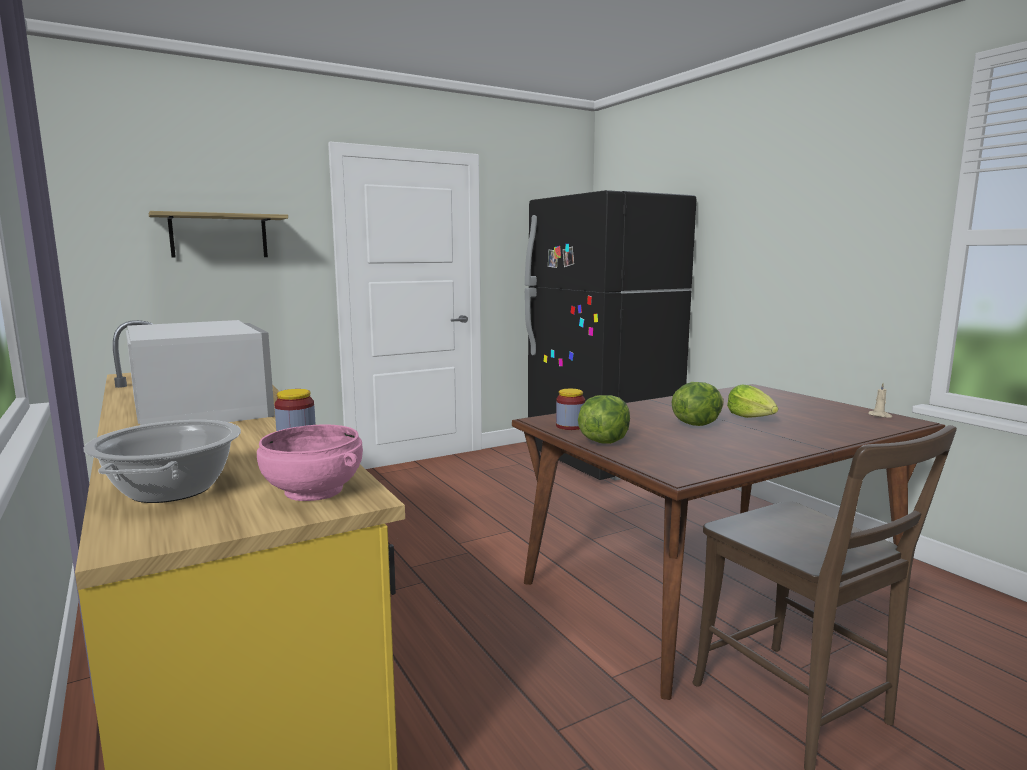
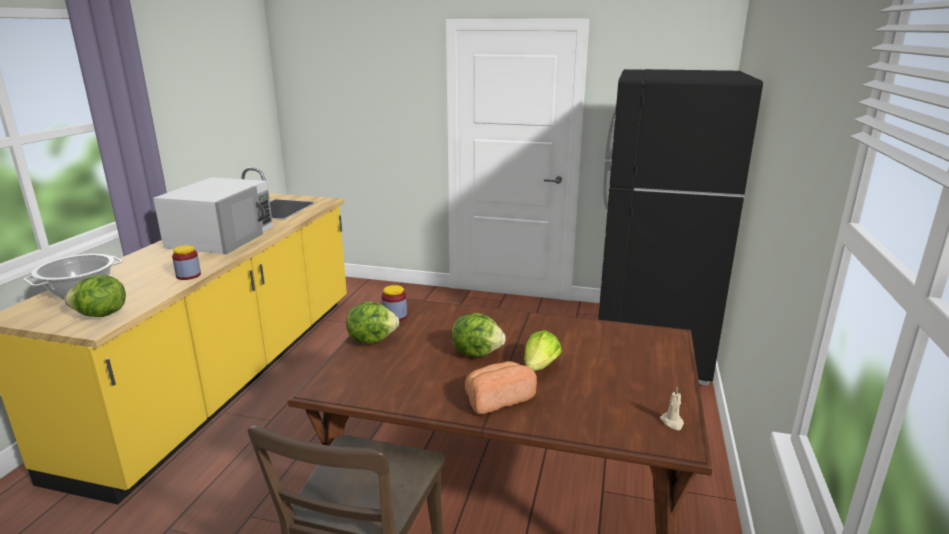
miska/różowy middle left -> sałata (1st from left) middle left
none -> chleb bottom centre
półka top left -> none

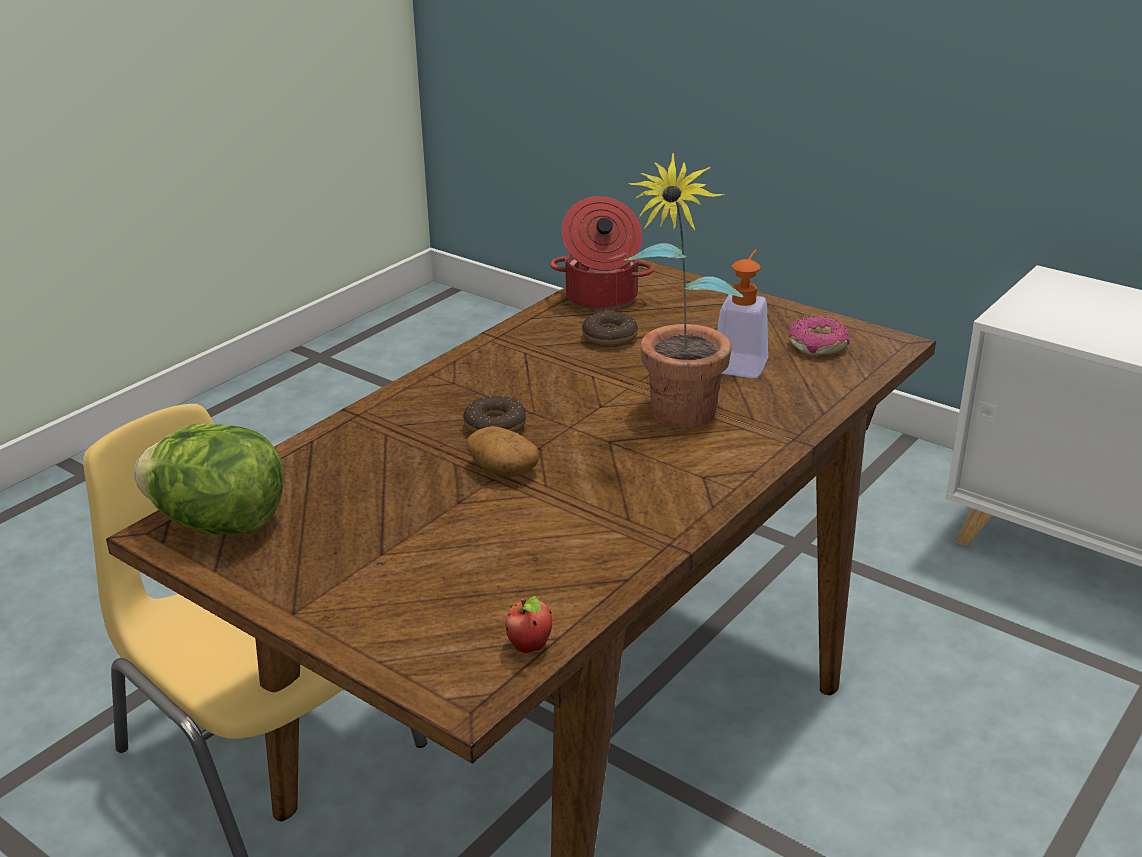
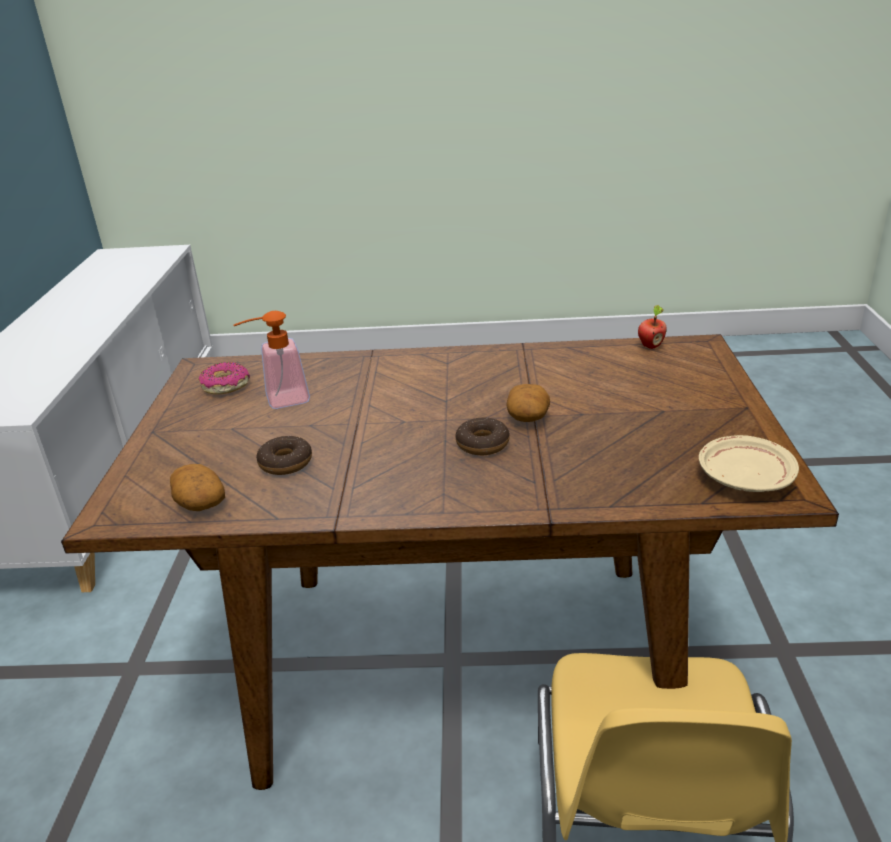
garnek top centre -> ziemniak (1st from left) middle left
sałata middle left -> talerz/beżowy middle right
roślina doniczkowa centre -> none

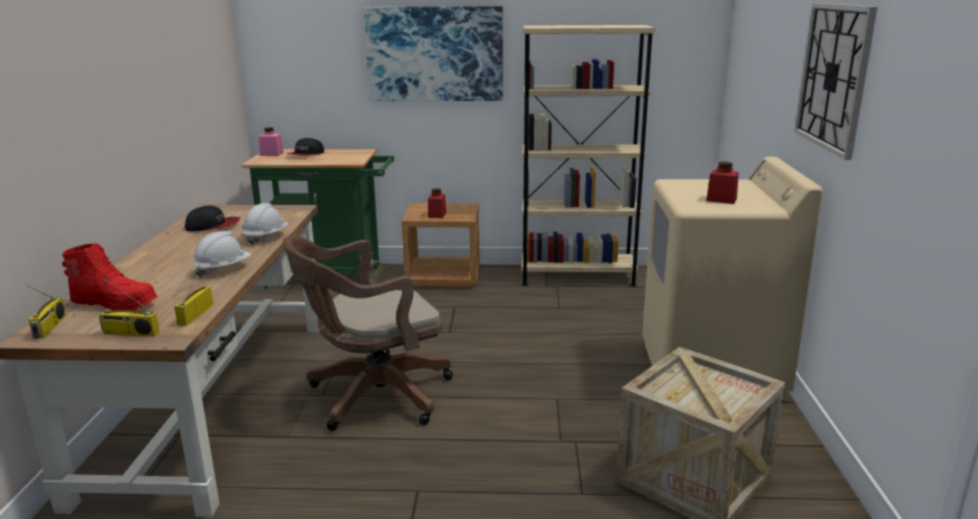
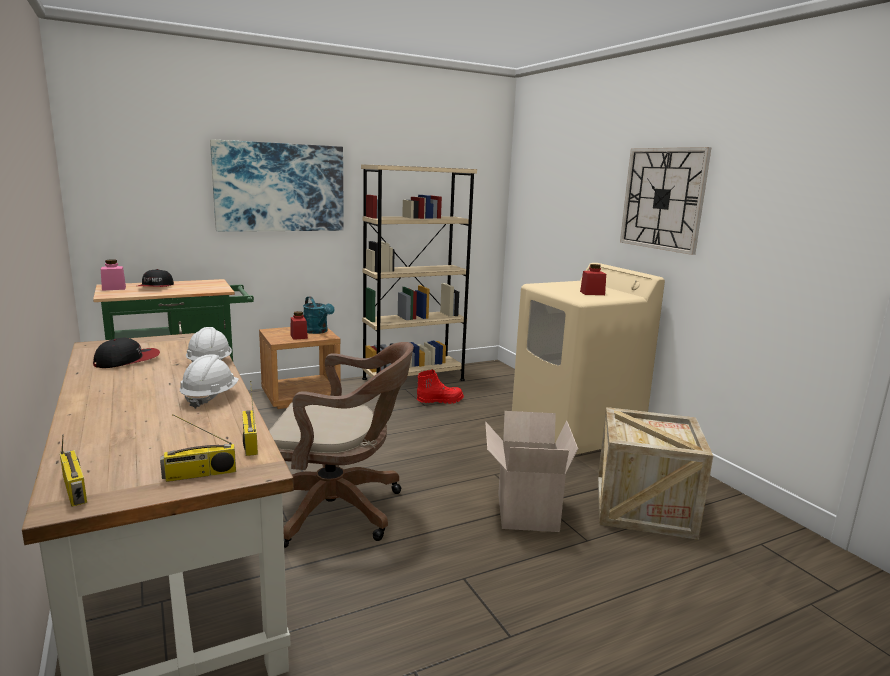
krzesło biurowe/brązowy centre, 120 degrees counterclockwise
none -> konewka/turkusowy centre
but z cholewką/czerwony middle left -> but z cholewką/czerwony centre, move
none -> karton bottom centre

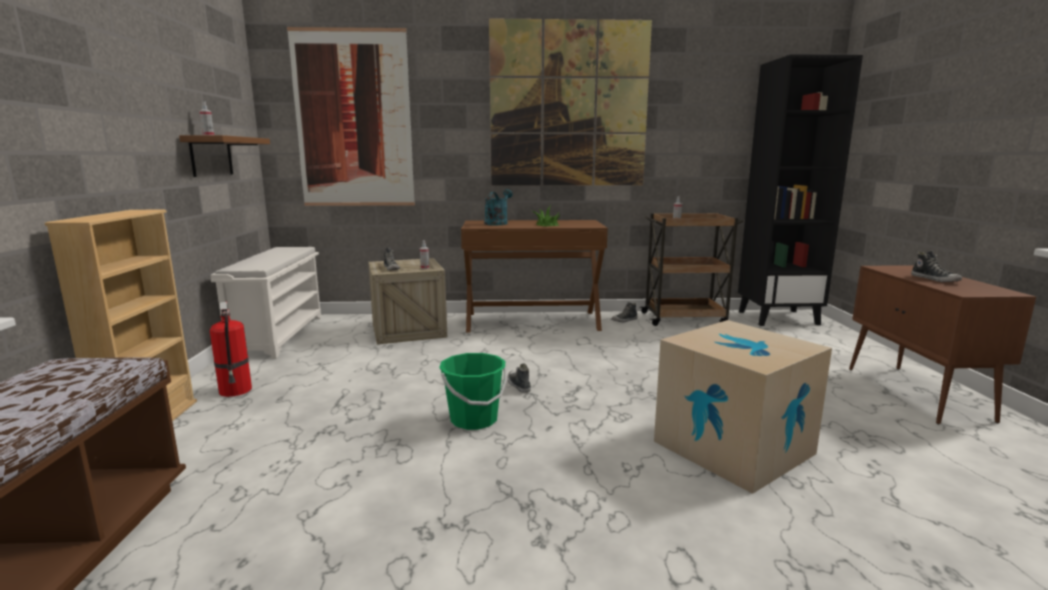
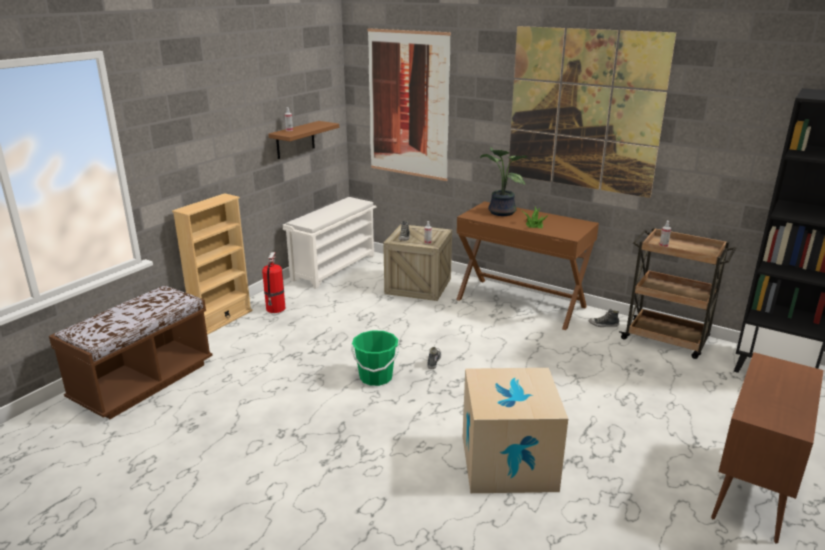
konewka/turkusowy centre -> roślina doniczkowa (1st from left) top centre
but (4th from left) middle right -> none

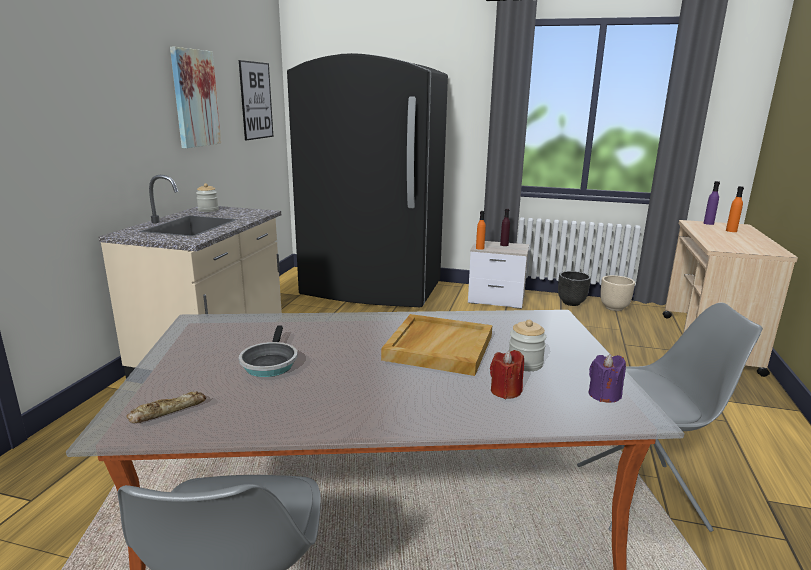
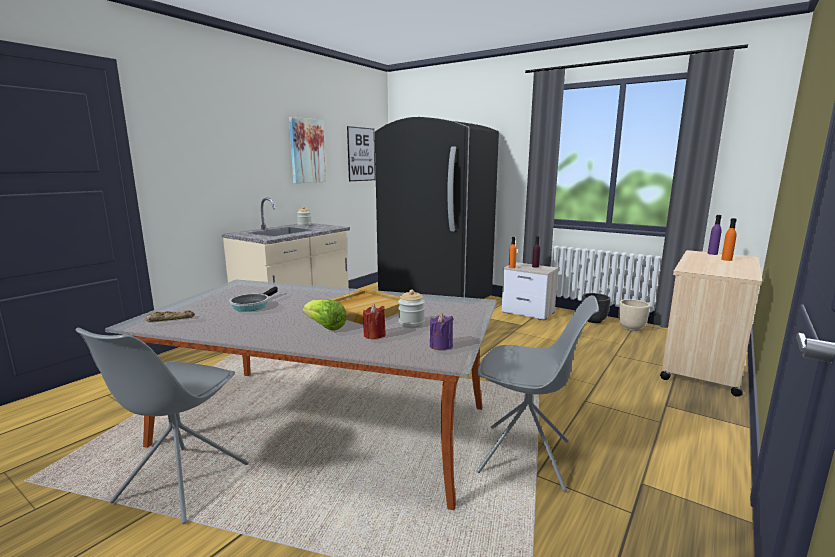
none -> sałata centre

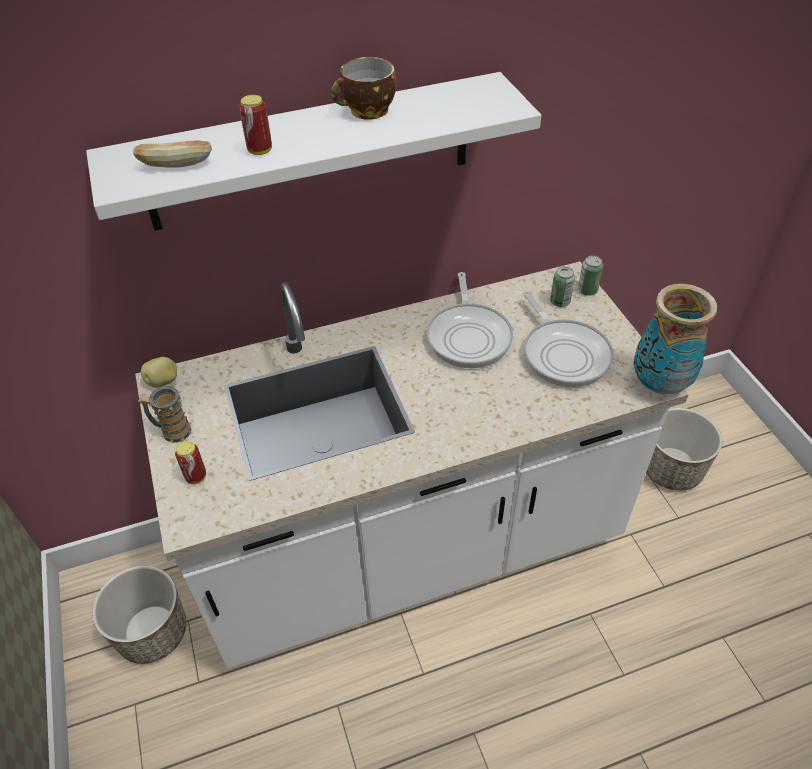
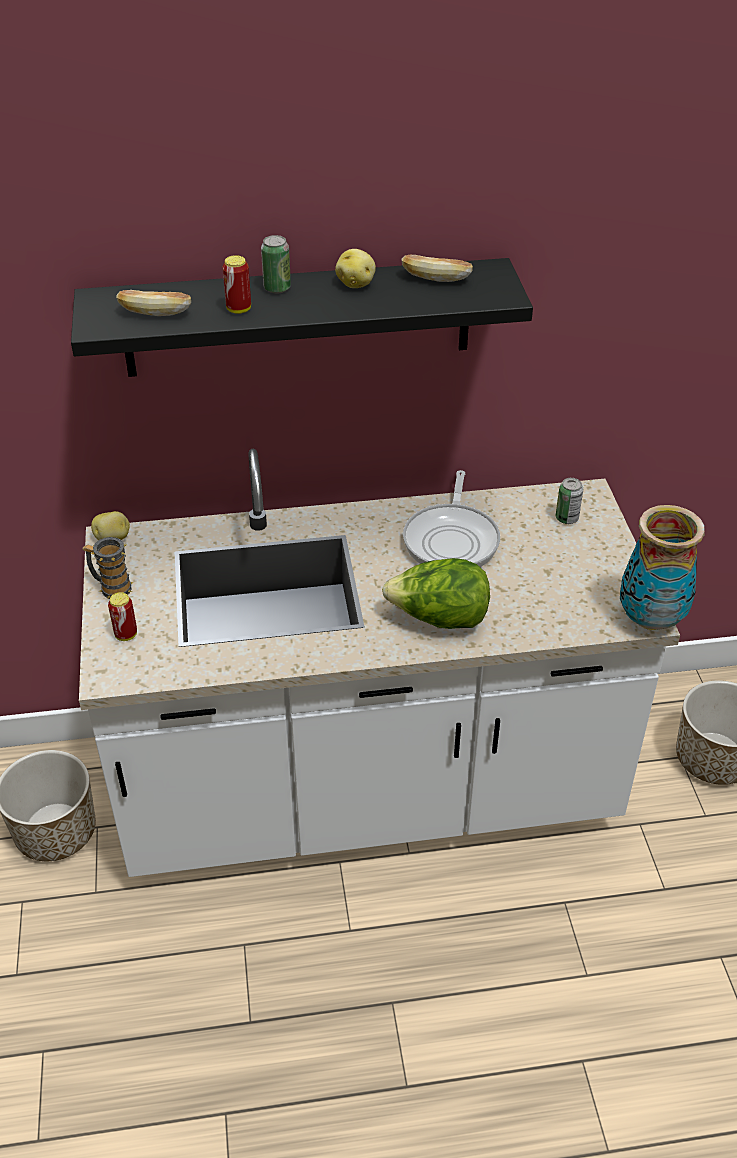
półka/biały top centre -> półka/czarny top centre
puszka (4th from left in the first image) middle right -> puszka (3rd from left) top centre, move
filiżanka top centre -> ziemniak (2nd from left) top centre
none -> sałata centre
none -> chleb (2nd from left) top centre
patelnia (2nd from left) middle right -> none

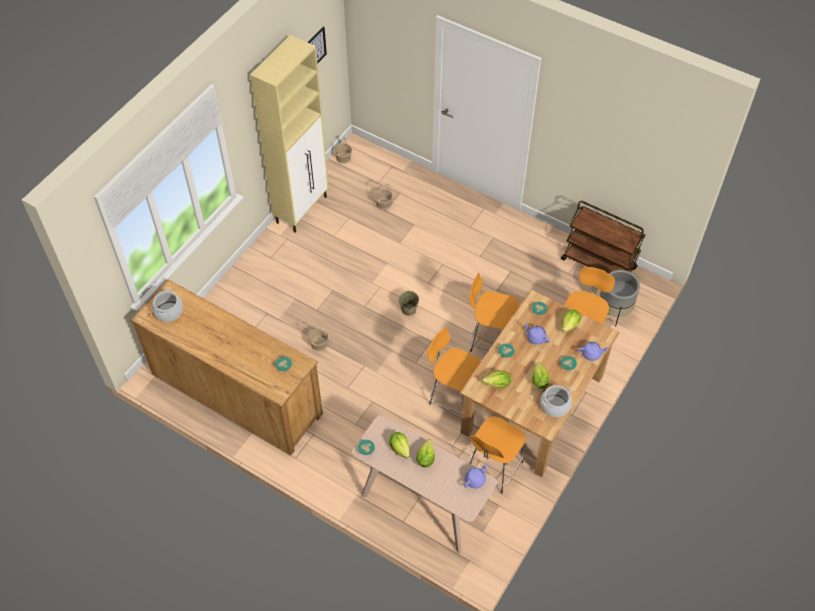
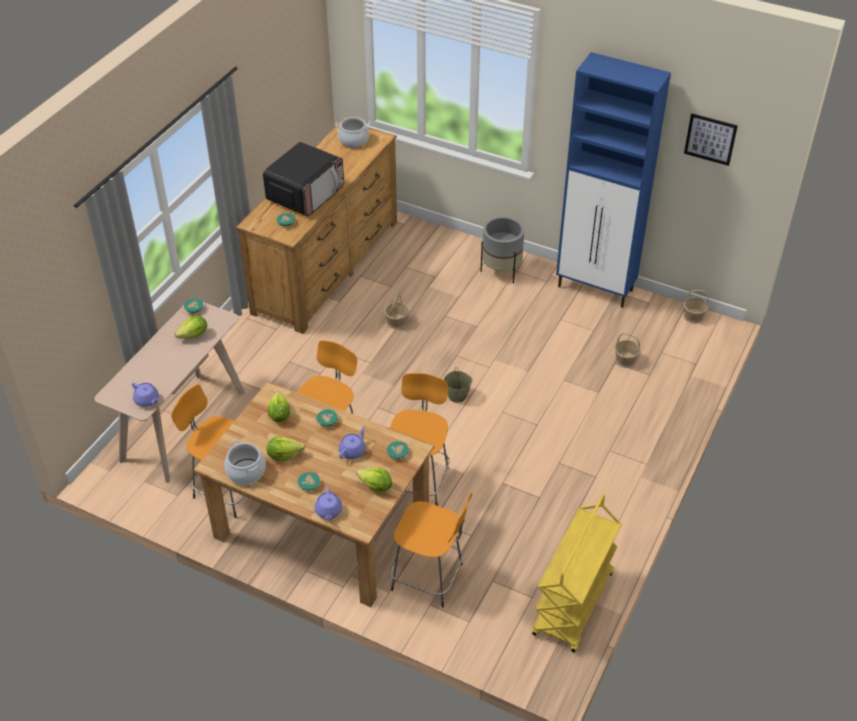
none -> mikrofalówka top centre
donica/szary middle right -> donica/szary centre, move
wózek/brązowy middle right -> wózek/żółty bottom right
szafka/beżowy top centre -> szafka/niebieski top right
sałata (2nd from left) bottom centre -> none

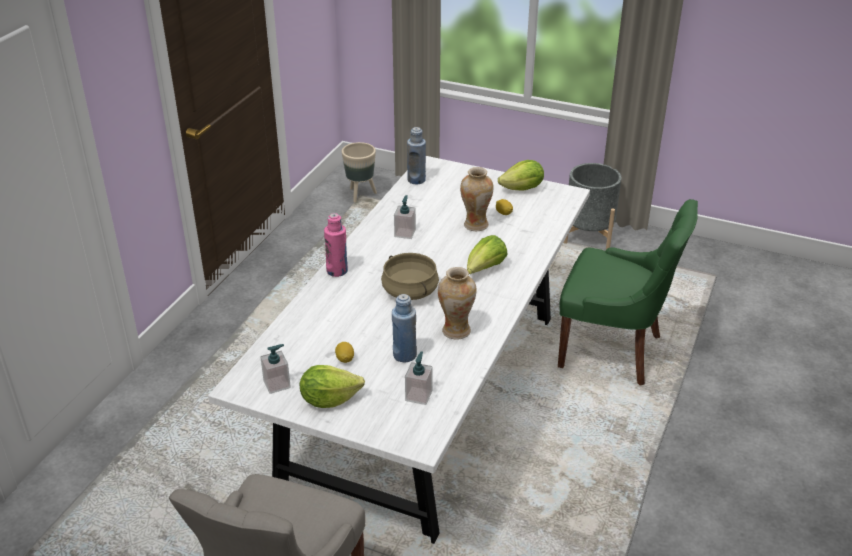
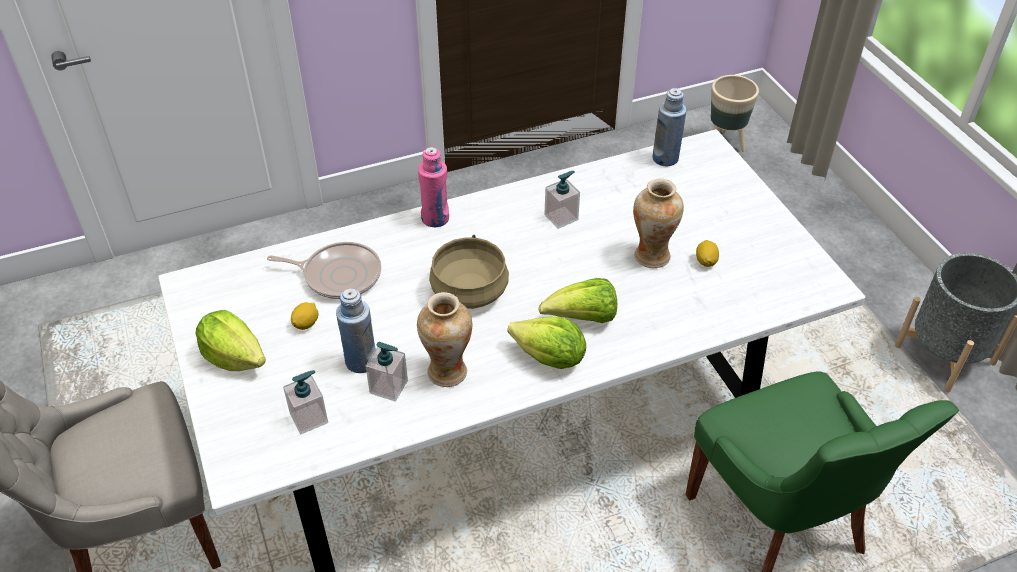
none -> patelnia middle left
dozownik mydła (1st from left in the first image) middle left -> dozownik mydła (2nd from left) centre, move
sałata (3rd from left in the first image) top centre -> sałata (2nd from left) centre, move

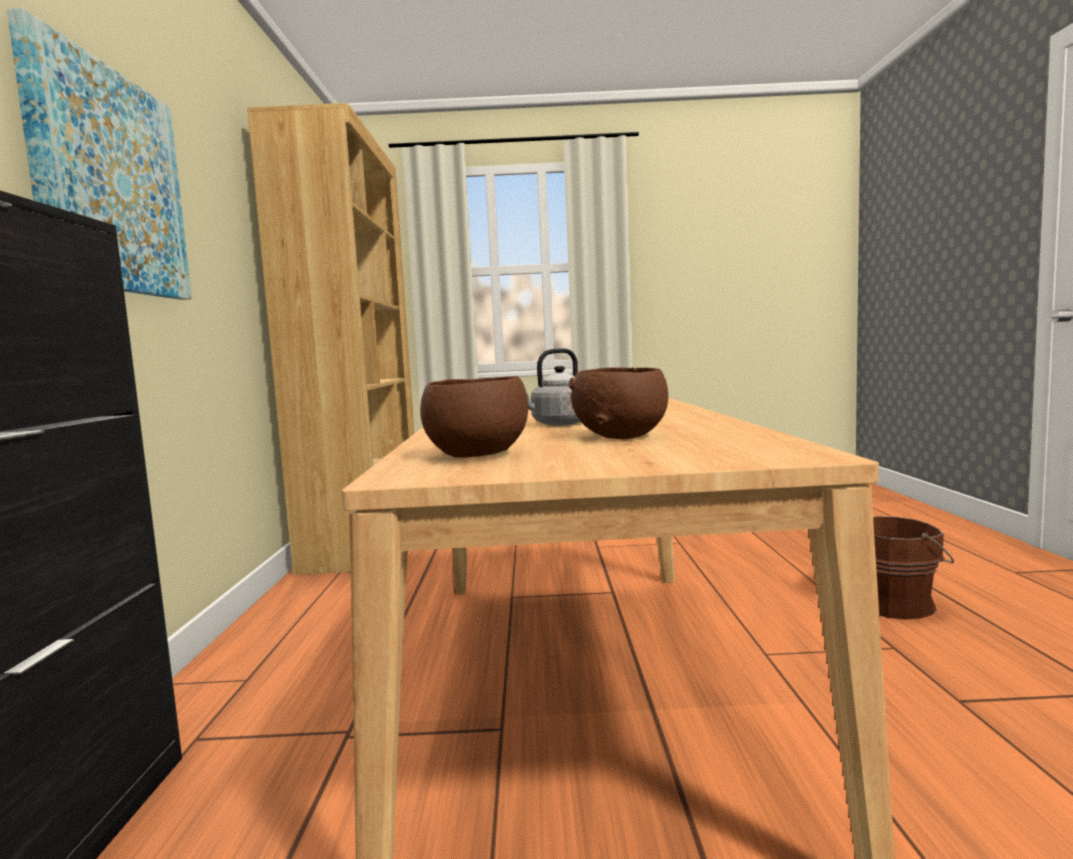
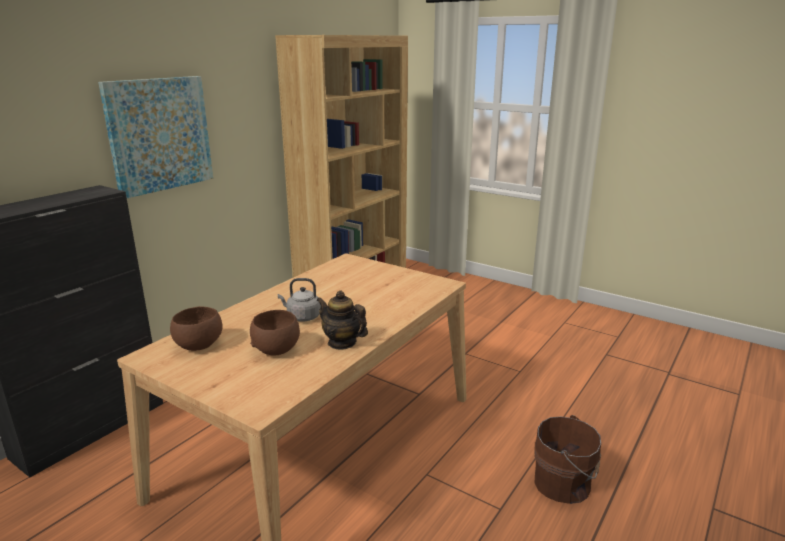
none -> imbryk centre

